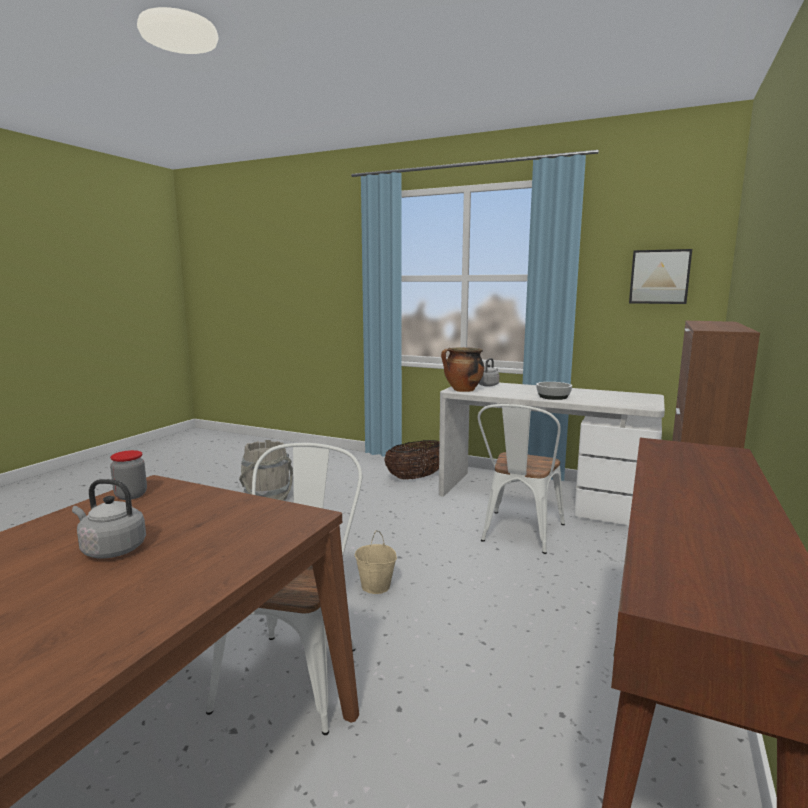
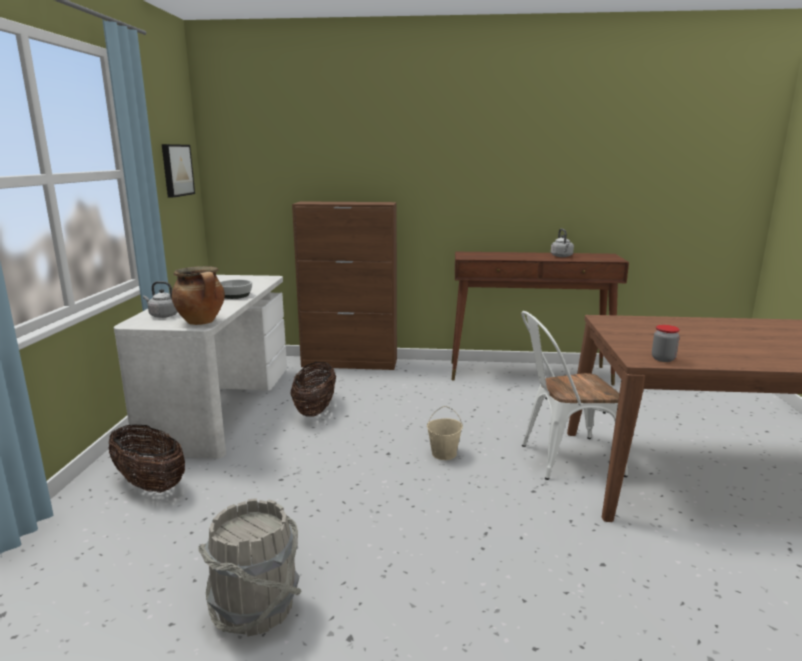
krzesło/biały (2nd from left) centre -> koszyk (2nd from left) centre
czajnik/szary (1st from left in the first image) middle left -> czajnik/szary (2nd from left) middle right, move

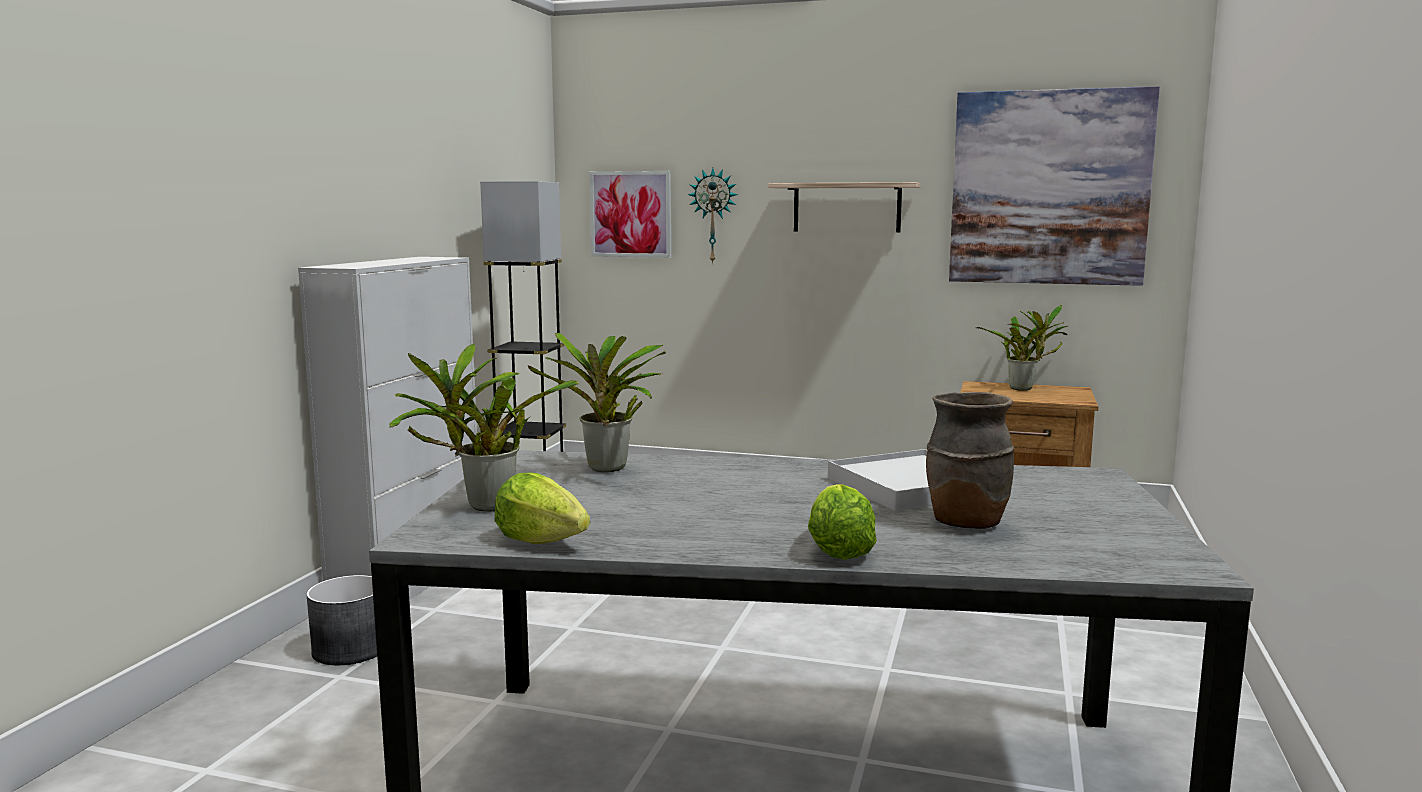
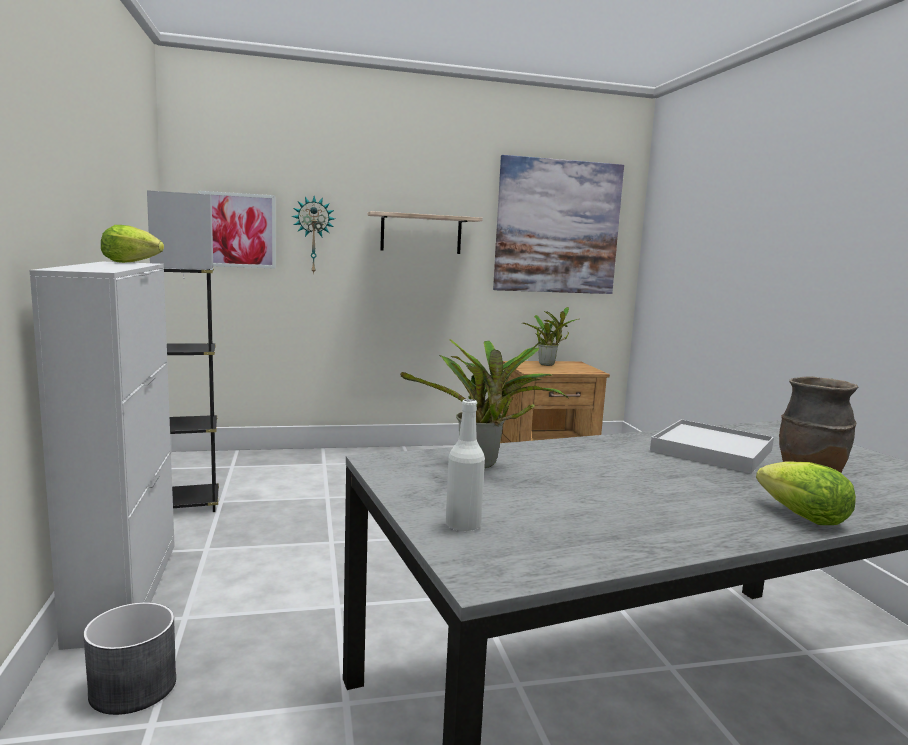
sałata (1st from left) centre -> sałata (1st from left) top left, move
roślina doniczkowa (1st from left) centre -> butelka/biały centre

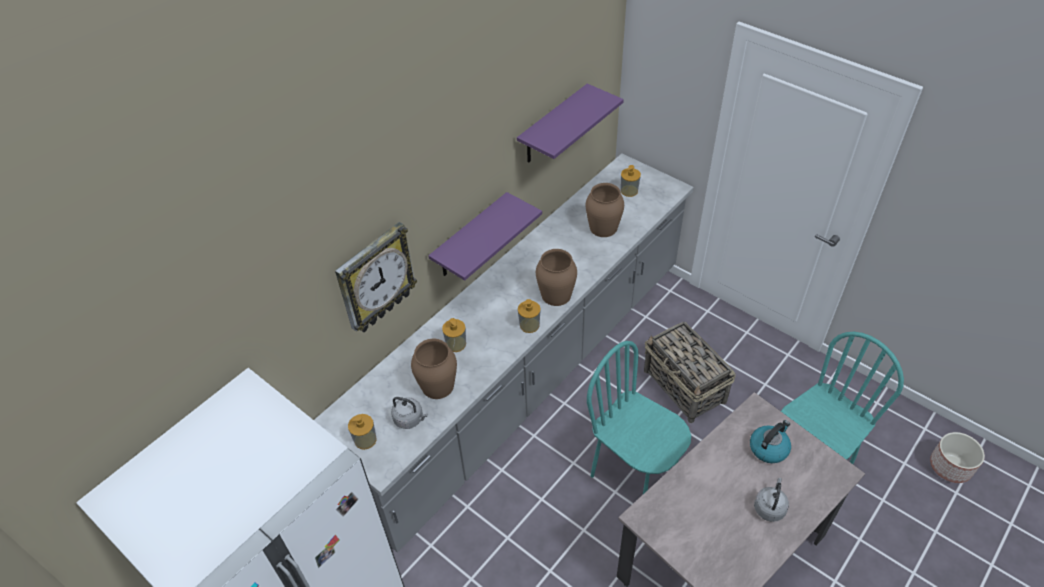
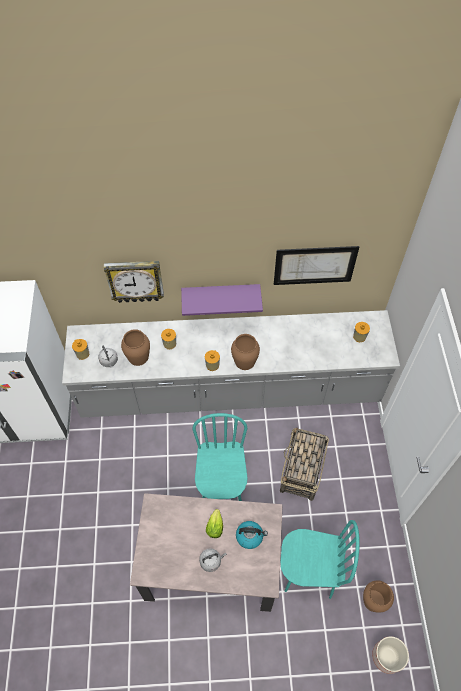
none -> sałata bottom centre
półka/fioletowy (2nd from left) top centre -> obraz middle right
wazon/brązowy (3rd from left) centre -> wazon/brązowy (3rd from left) bottom right, move

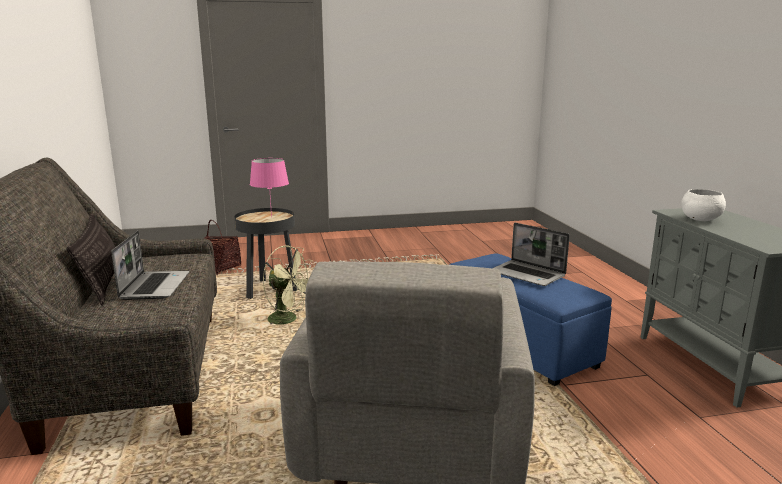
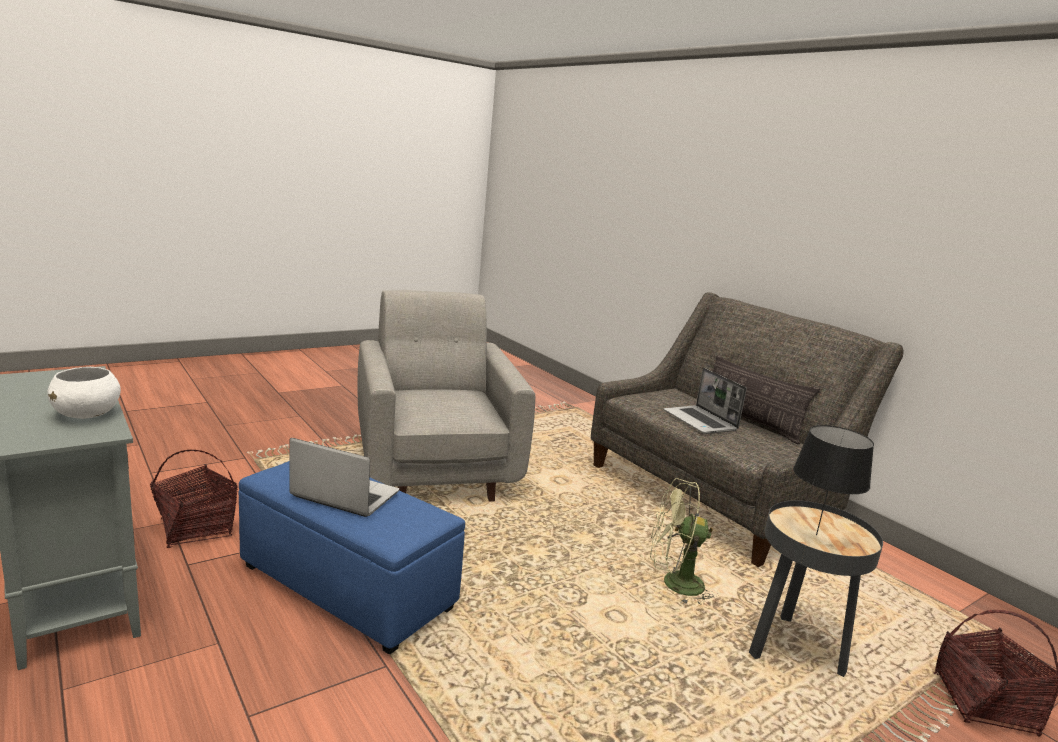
none -> koszyk (1st from left) bottom left
lampa stołowa/różowy centre -> lampa stołowa/czarny middle right

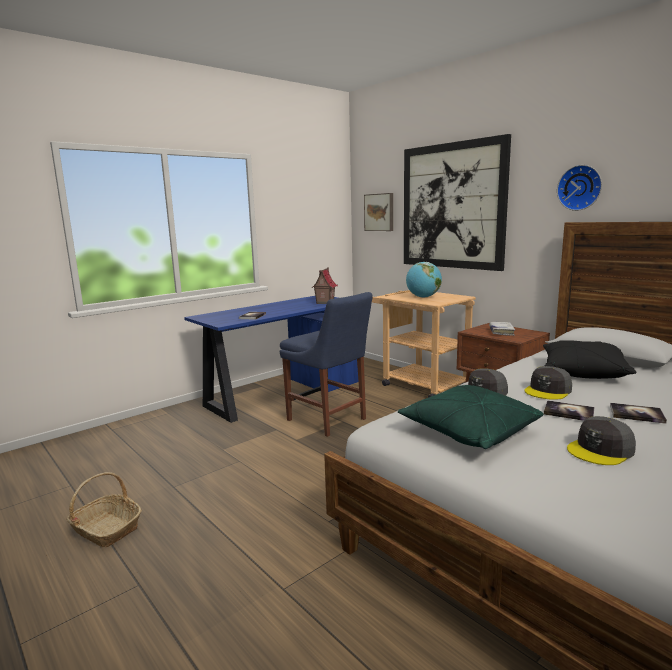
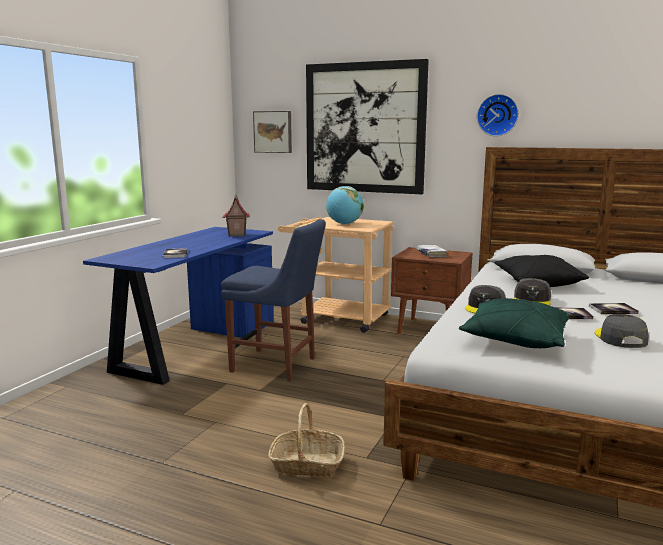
koszyk bottom left -> koszyk bottom centre, move
czapka z daszkiem/szary (3rd from left) middle right, 150 degrees clockwise

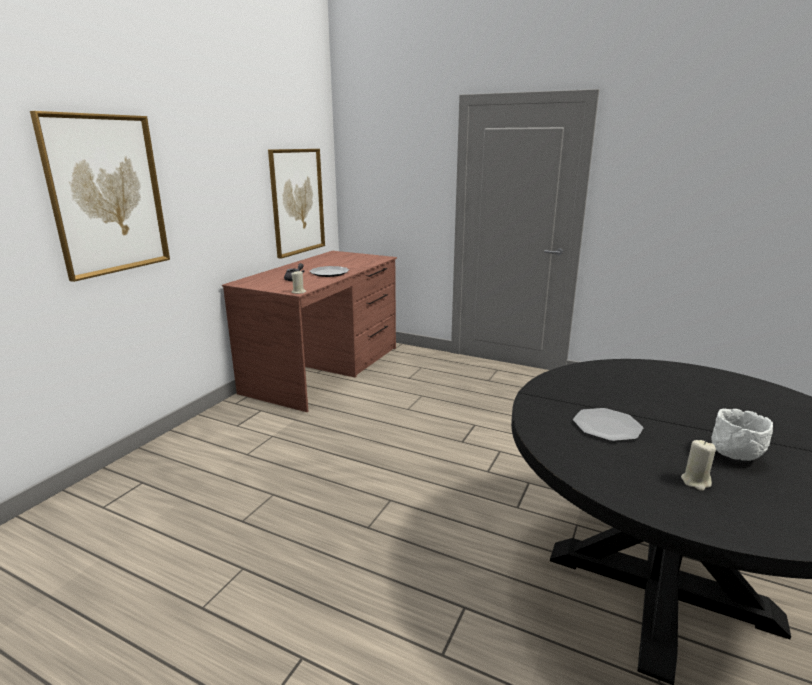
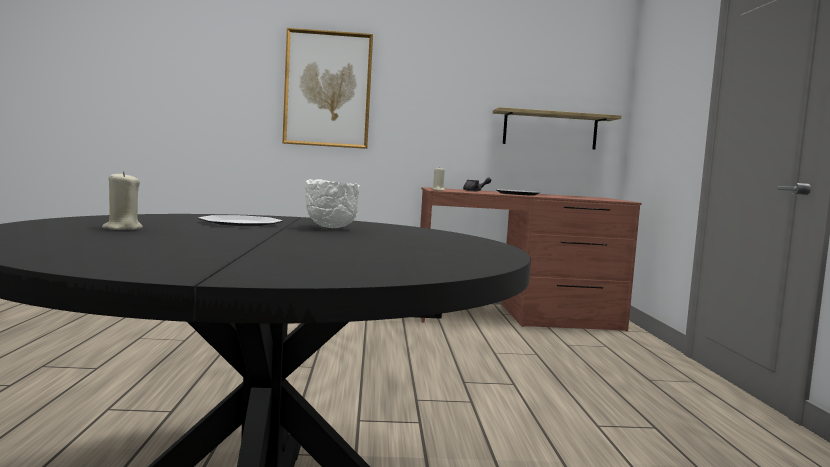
miska/biały middle right -> miska/biały centre, move
obraz (2nd from left) top centre -> półka top right

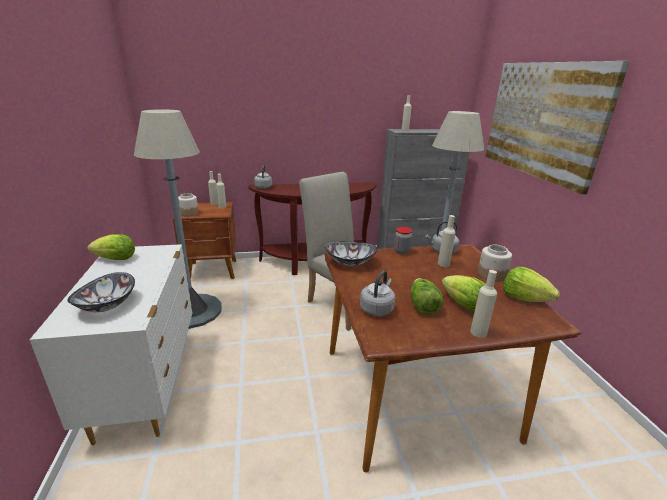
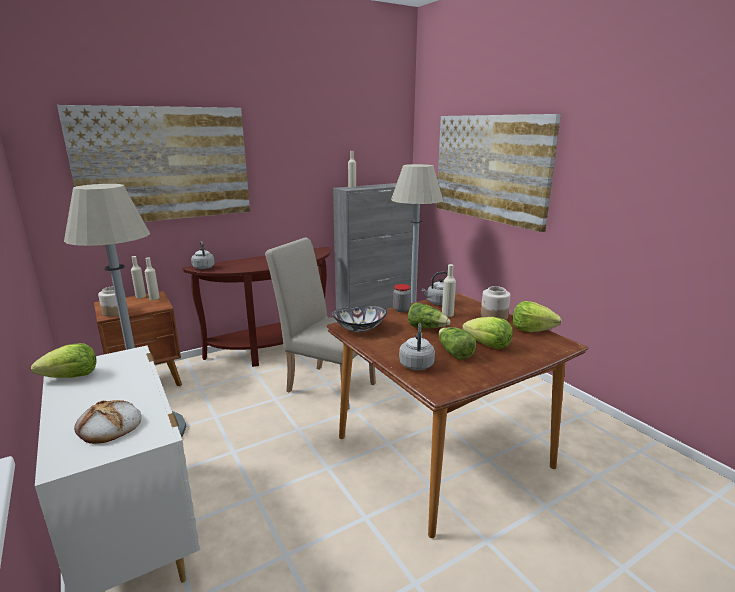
none -> obraz (1st from left) top left
miska (1st from left) middle left -> chleb bottom left
none -> sałata (2nd from left) centre
butelka/beżowy (5th from left) middle right -> none

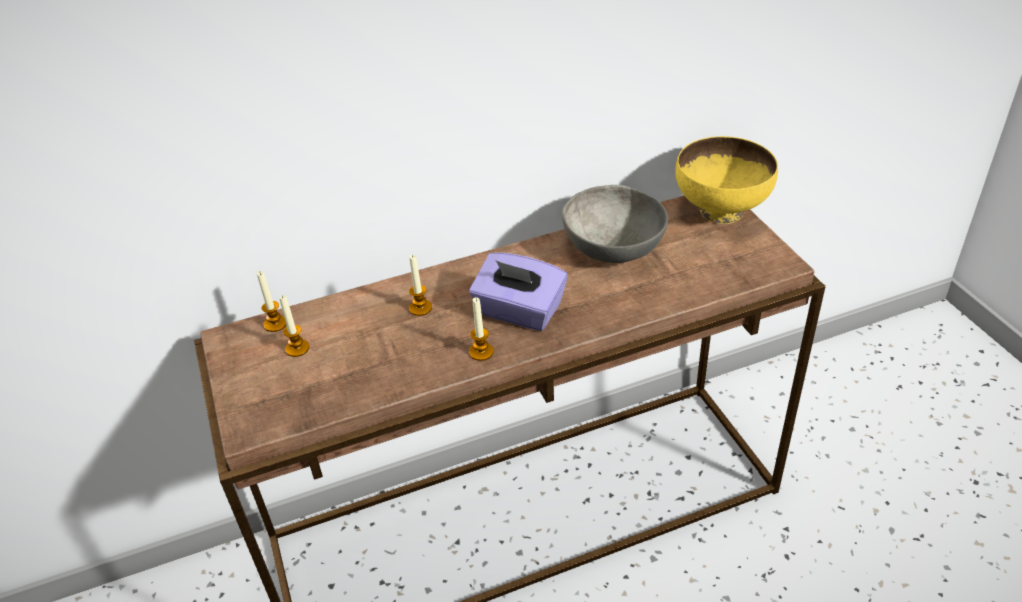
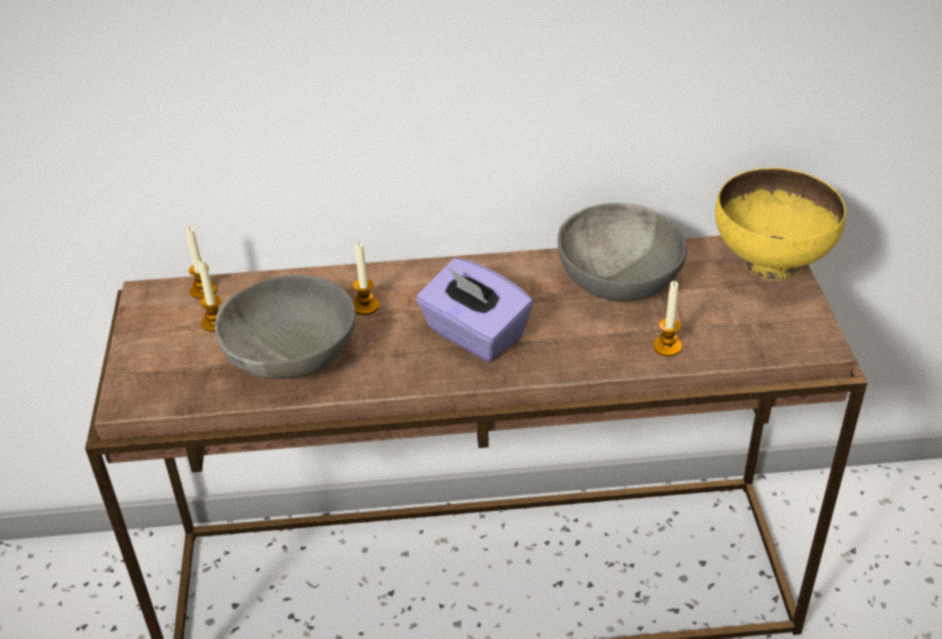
none -> miska/szary (1st from left) middle left
świeca (4th from left) centre -> świeca (4th from left) middle right, move

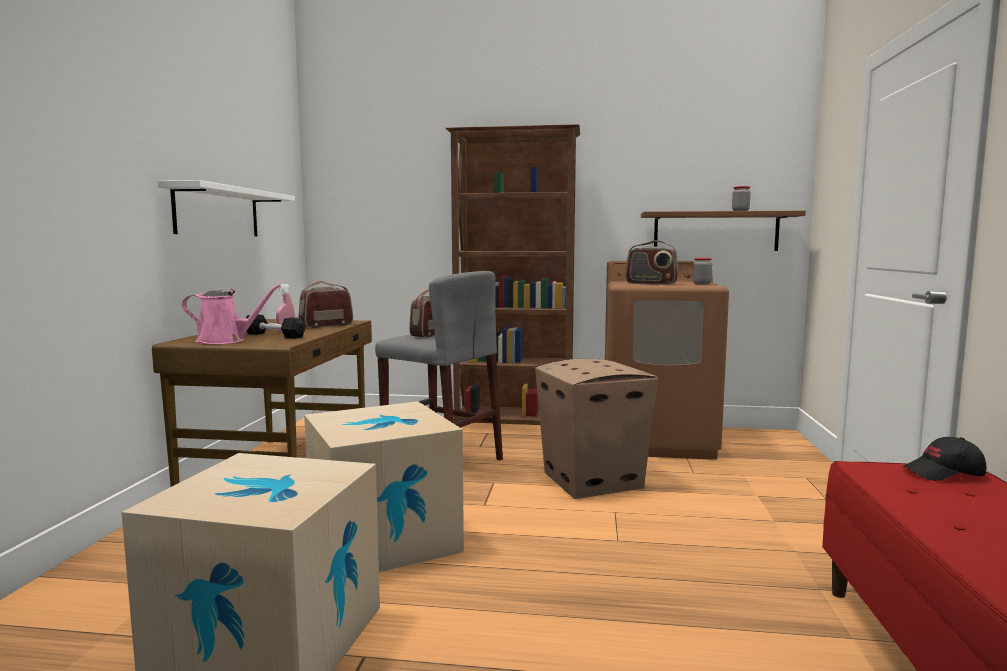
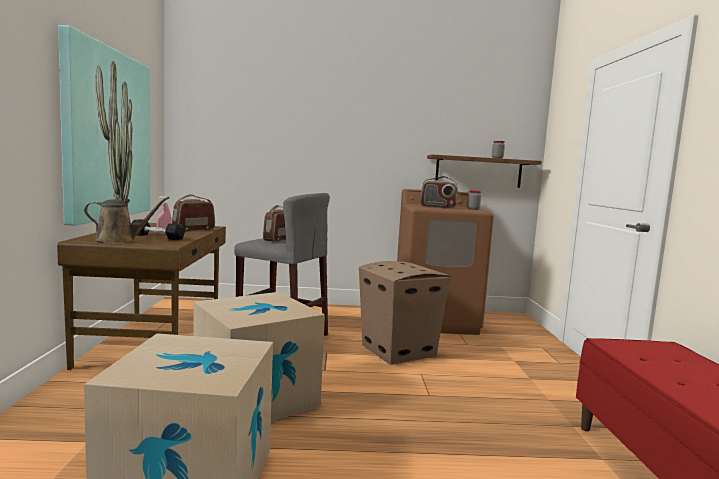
półka/biały top left -> obraz top left
konewka/różowy middle left -> konewka/brązowy middle left
regał/brązowy centre -> none
czapka z daszkiem/czarny bottom right -> none

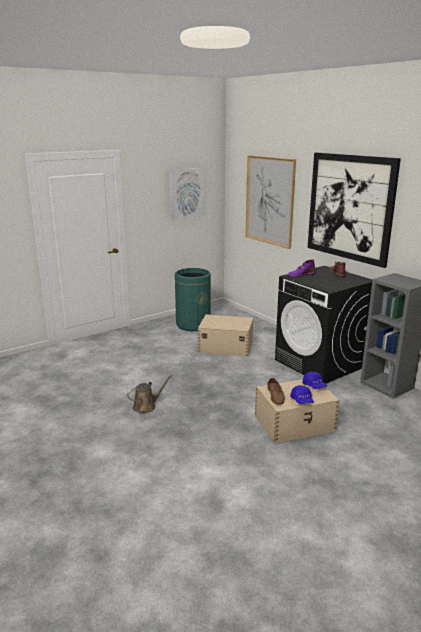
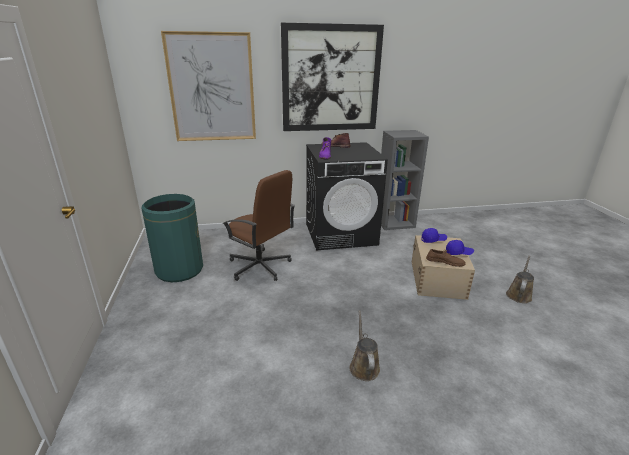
pojemnik do przechowywania/beżowy (1st from left) centre -> krzesło biurowe/brązowy centre
none -> konewka/brązowy (2nd from left) middle right
obraz (1st from left) top centre -> none

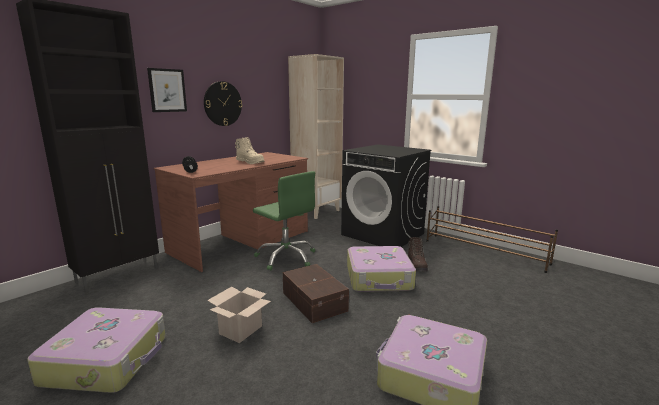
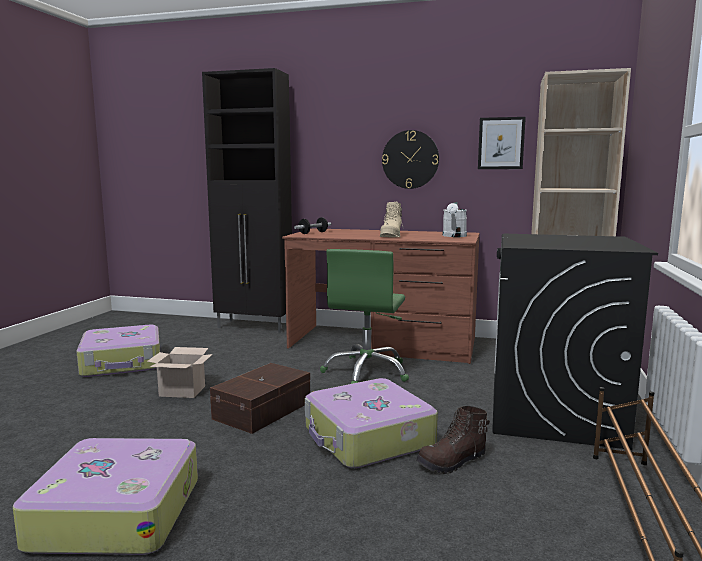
none -> konewka/biały centre
obraz top left -> obraz top right, move

